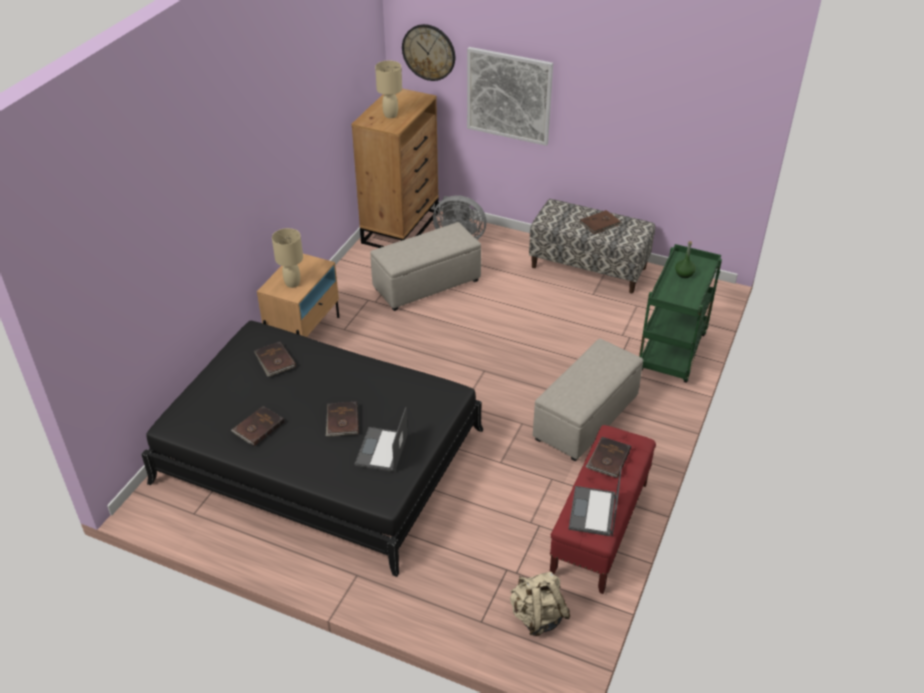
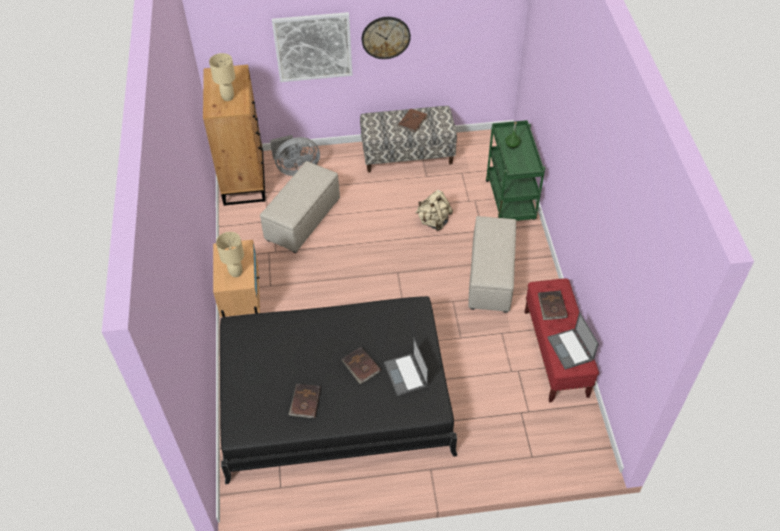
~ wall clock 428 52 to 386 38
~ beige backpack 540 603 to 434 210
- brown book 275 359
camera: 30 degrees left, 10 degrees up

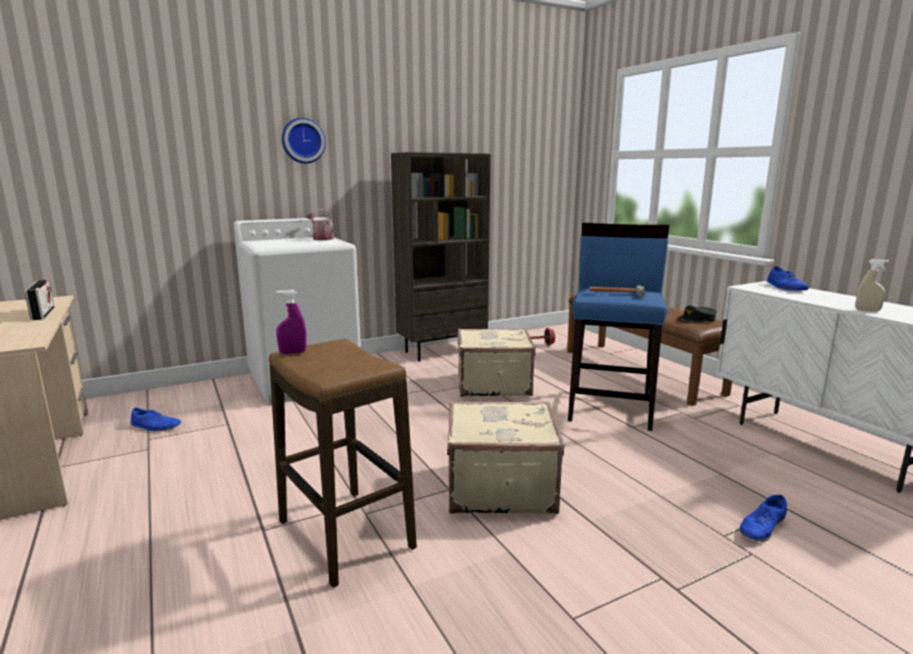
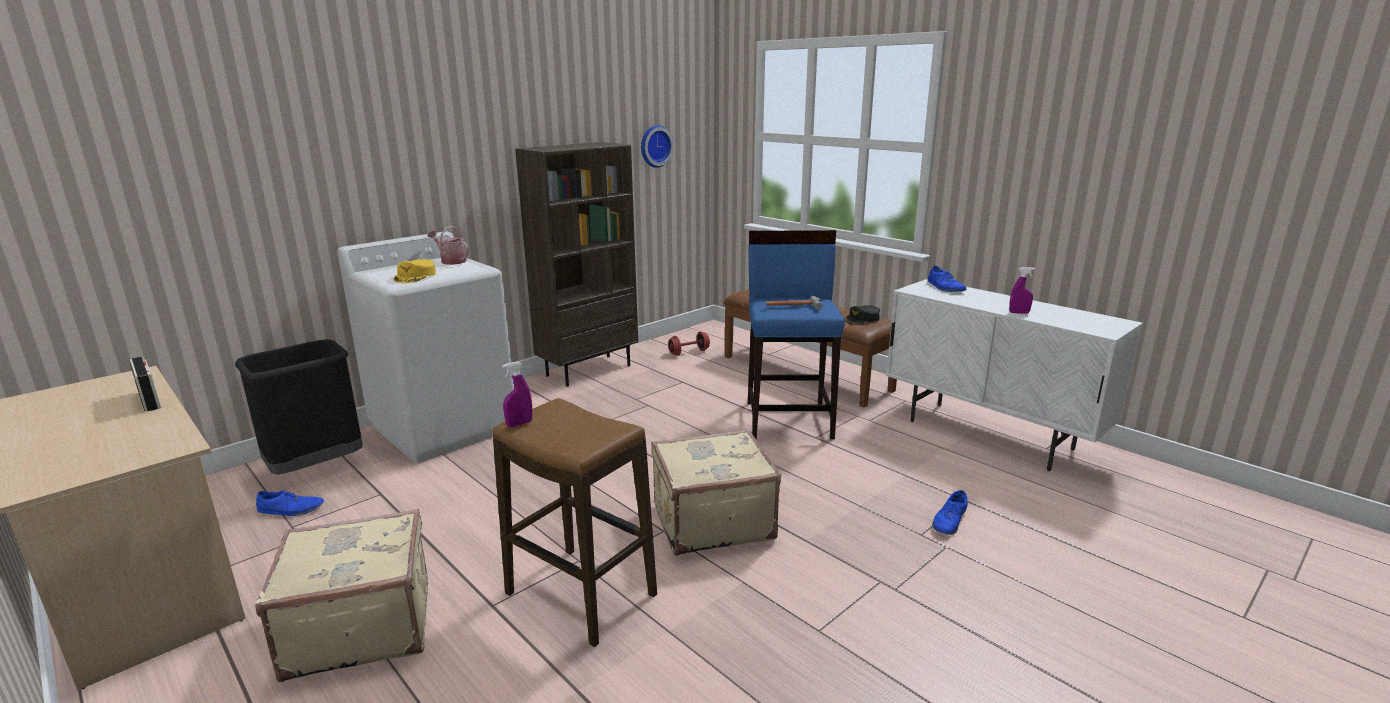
+ black trash can 299 407
~ beige suitcase 496 362 to 341 595
+ yellow cap 414 271
~ wall clock 304 141 to 657 146
~ beige spray bottle 872 285 to purple spray bottle 1022 290
camera: 15 degrees left, 5 degrees up

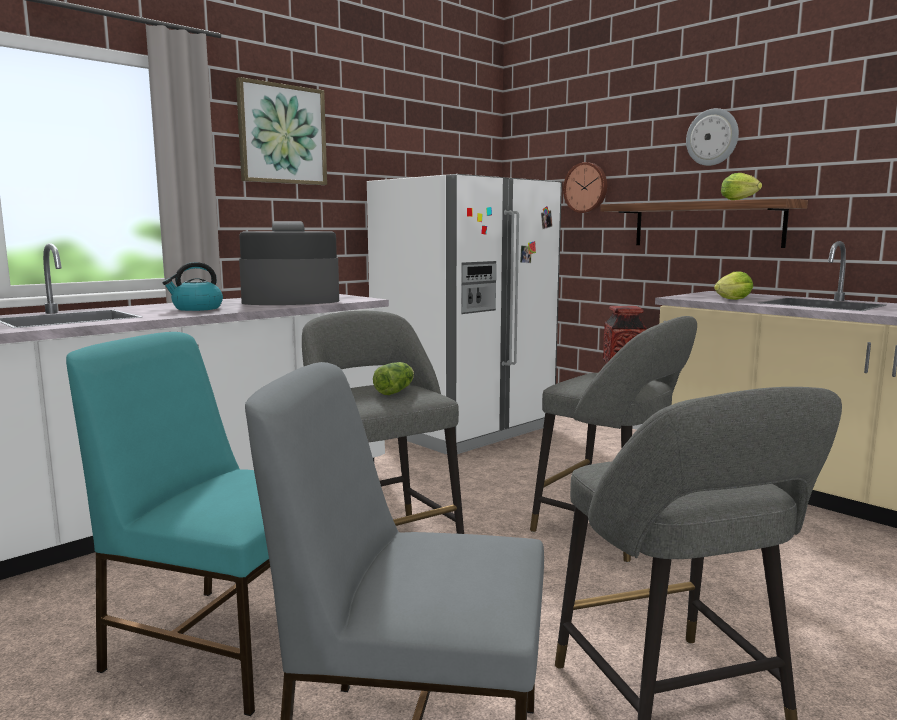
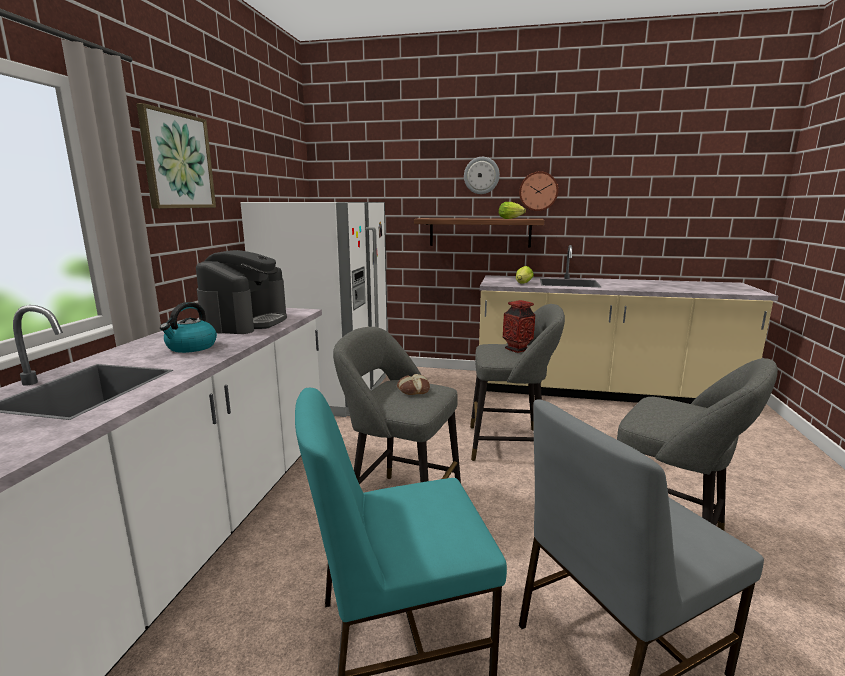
~ coffee machine 289 263 = 241 292 150 degrees clockwise
~ lettuce 393 378 to bread 413 384
~ wall clock 585 187 to 538 191
camera: 35 degrees left, 5 degrees up

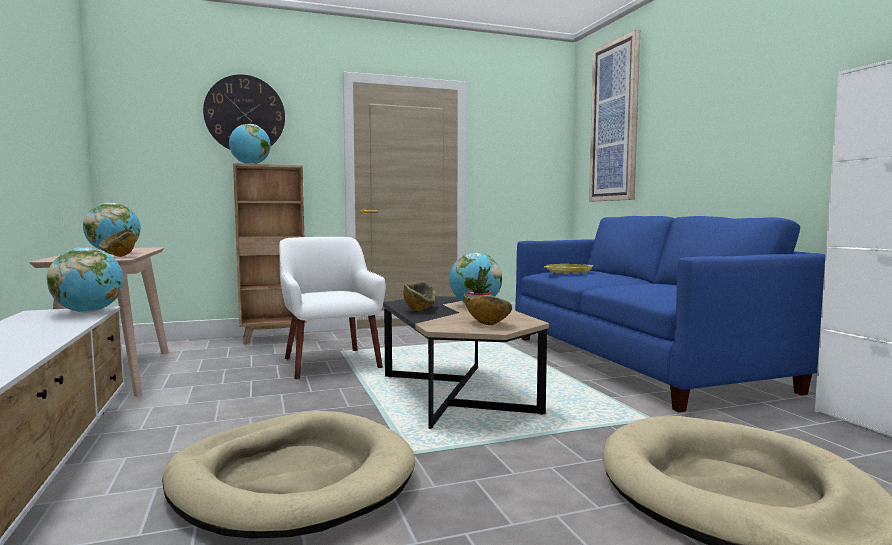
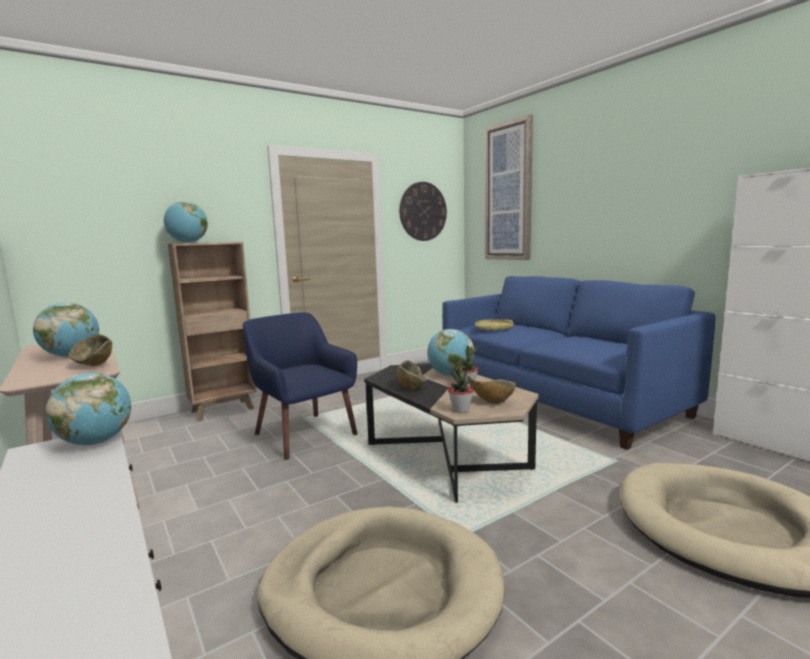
~ white armchair 332 308 to blue armchair 300 386
~ wall clock 244 112 to 423 211
+ potted plant 461 386
camera: 15 degrees left, 5 degrees up

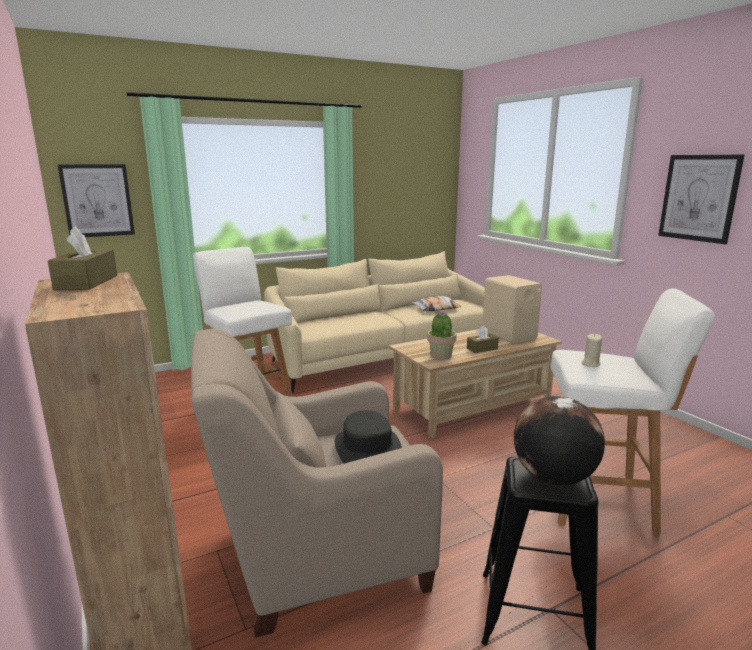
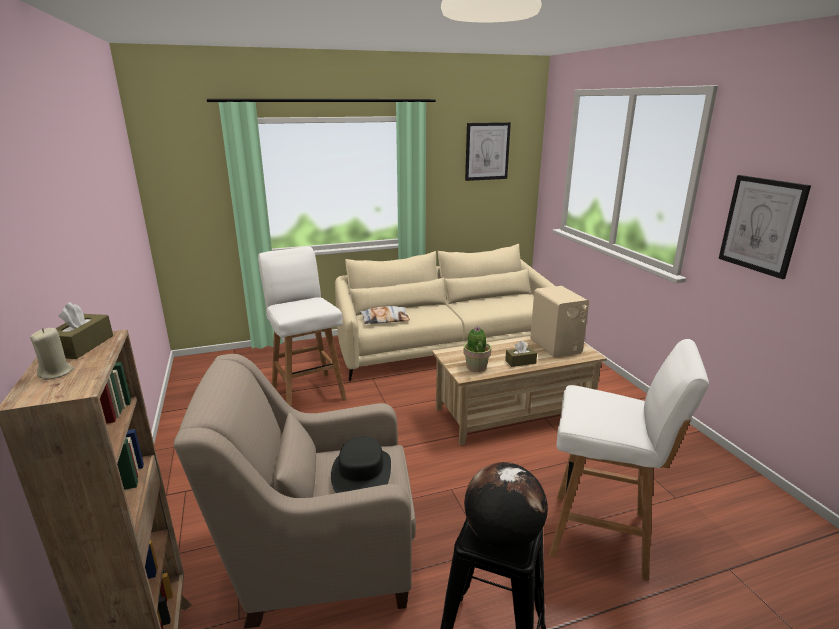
~ beige candle 591 350 to 52 354
~ pillow 436 303 to 385 315
~ picture 96 200 to 488 151
camera: 10 degrees right, 5 degrees up

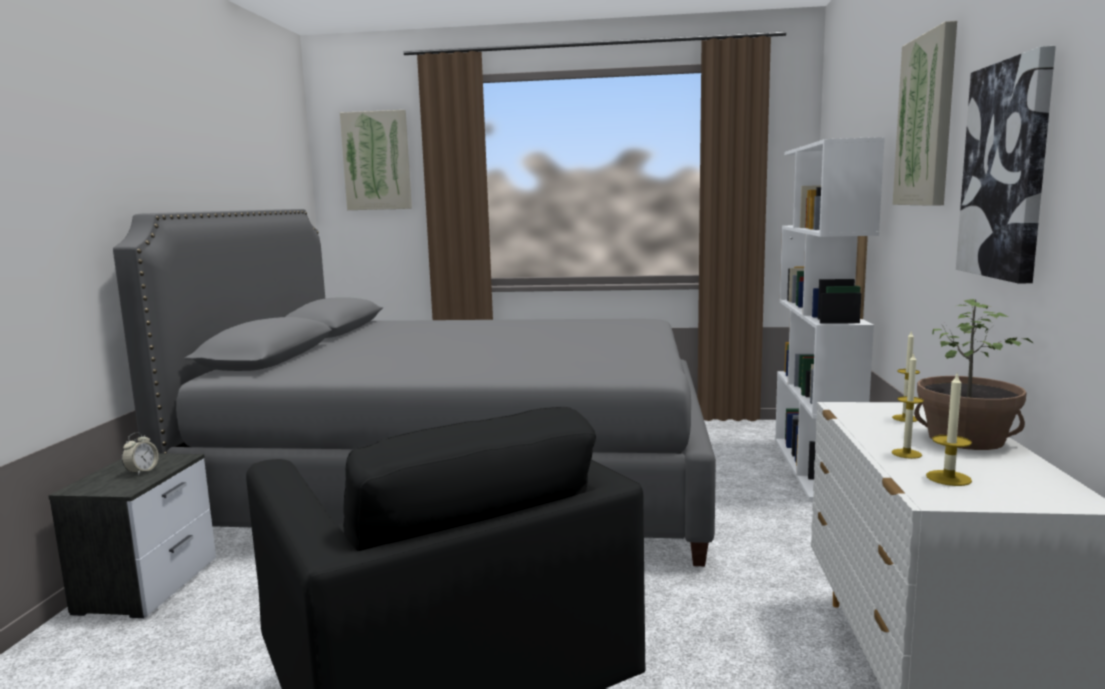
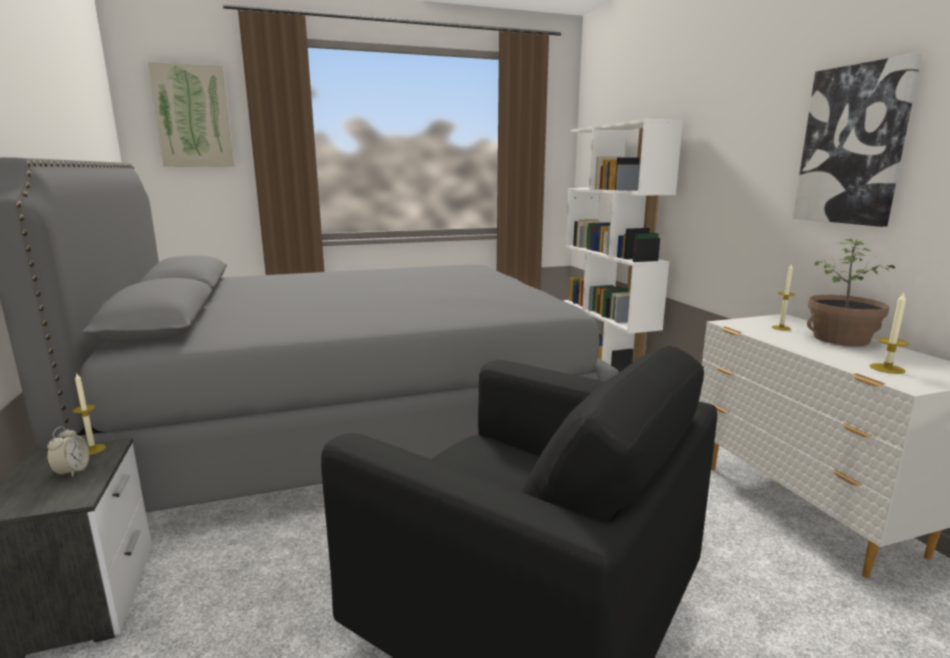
~ candle 908 405 to 89 413
- picture 925 113
camera: 25 degrees left, 5 degrees up

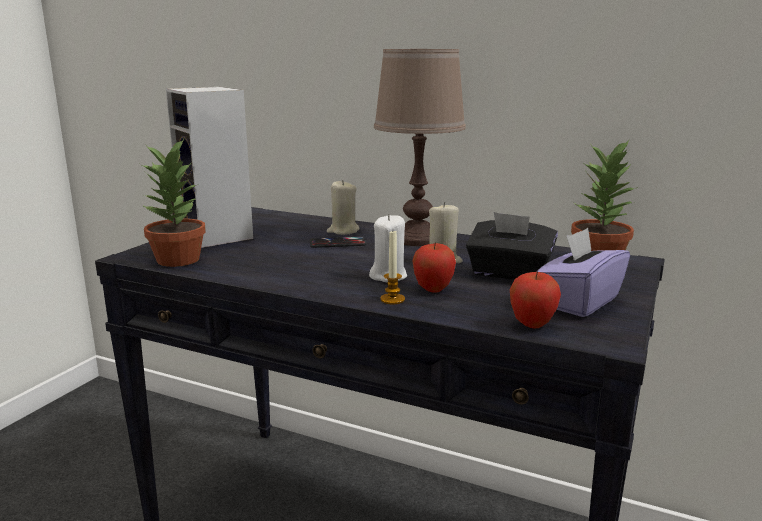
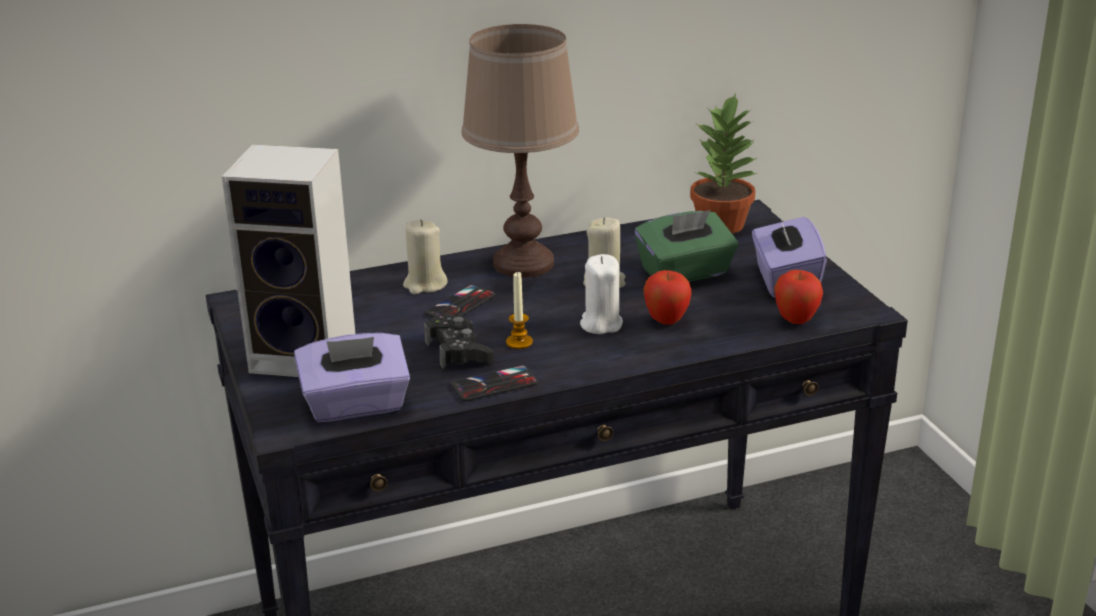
~ potted plant 173 203 to purple tissue box 352 377
+ black game controller 459 341
+ phone 494 383
~ candle 392 267 to 519 310
~ black tissue box 512 246 to green tissue box 686 246
camera: 45 degrees left, 10 degrees up

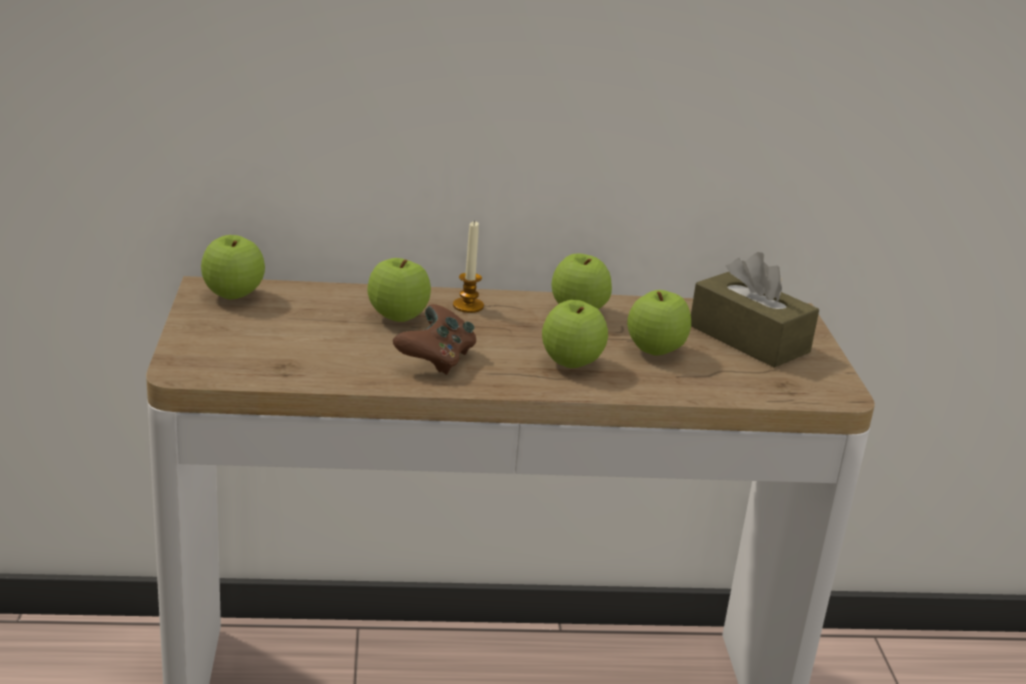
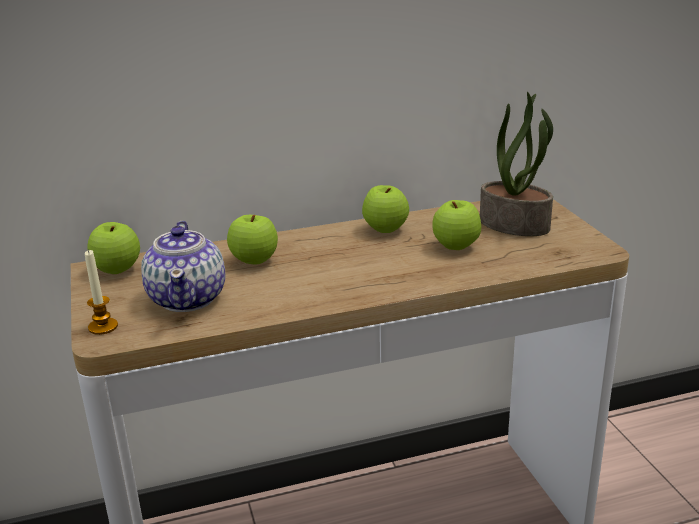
~ candle 468 266 to 101 292
+ teapot 183 266
~ brown tissue box 755 310 to potted plant 516 164
- brown game controller 434 339
- apple 575 334
camera: 10 degrees left, 0 degrees up

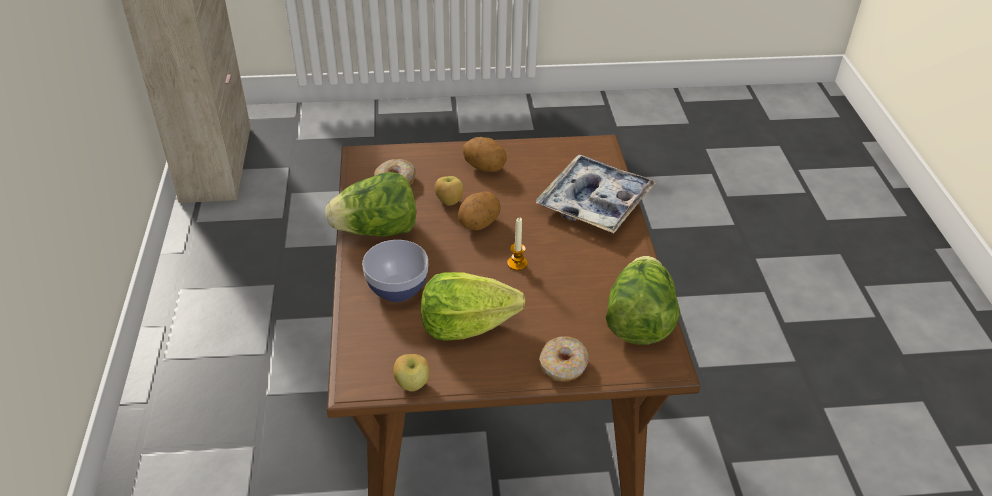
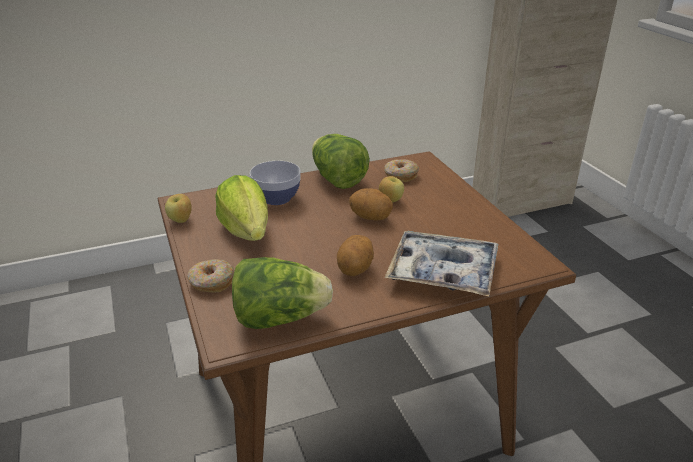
~ potato 485 154 to 355 255
- candle 517 244
camera: 75 degrees right, 10 degrees down

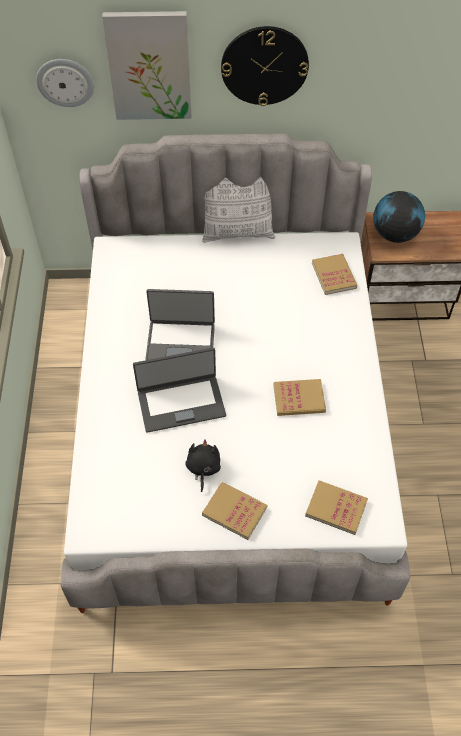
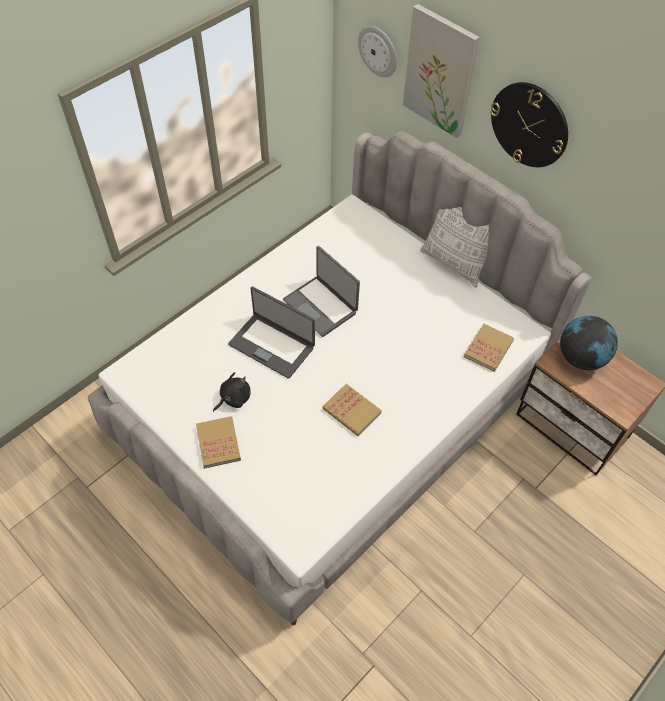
- book 336 507
camera: 45 degrees right, 0 degrees up

